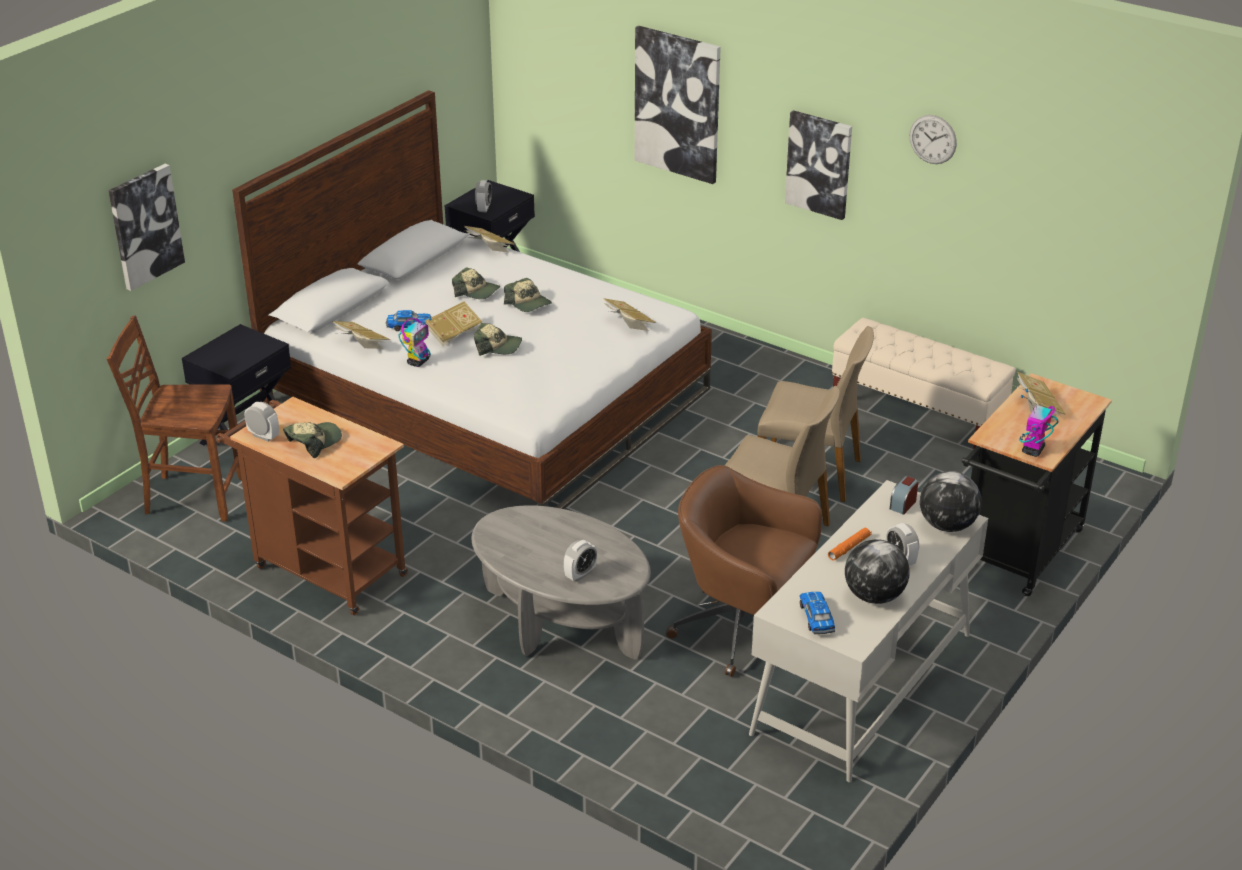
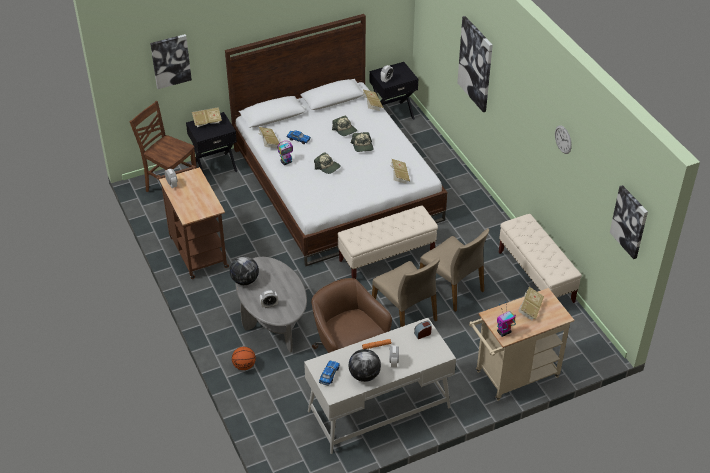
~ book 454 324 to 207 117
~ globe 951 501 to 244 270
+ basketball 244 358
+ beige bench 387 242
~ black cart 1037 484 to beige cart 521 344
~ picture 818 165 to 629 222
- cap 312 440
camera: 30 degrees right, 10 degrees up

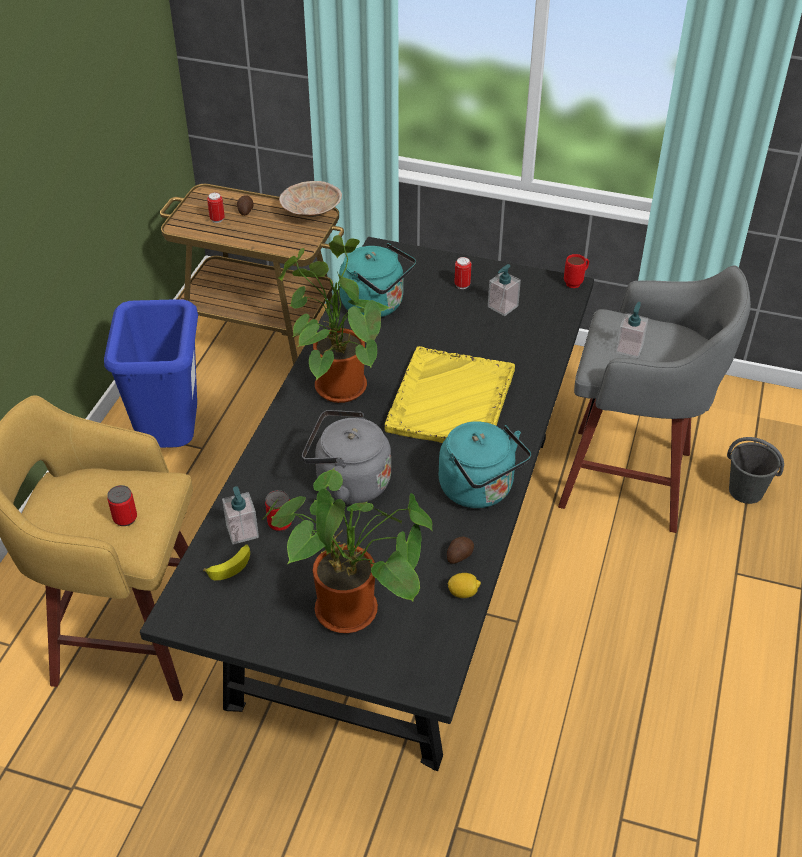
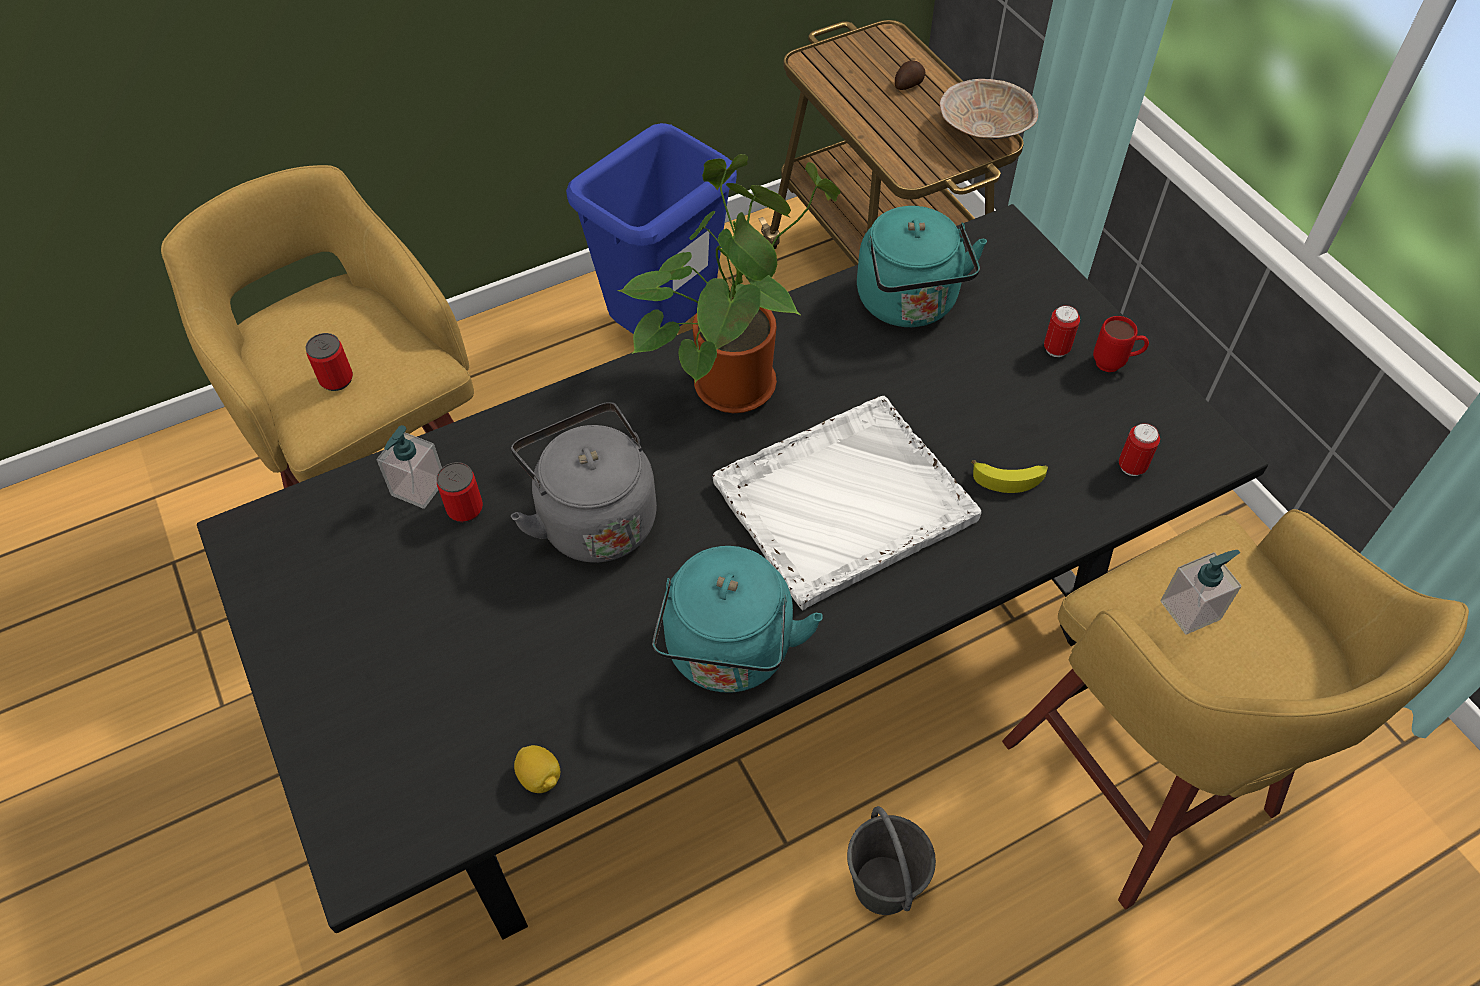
~ yellow tray 450 394 to white tray 847 503
~ grey bucket 755 470 to 891 860
~ banana 226 562 to 1009 476
~ grey stool 654 399 to yellow stool 1235 709
~ red mug 576 271 to 1121 344
~ can 216 207 to 1139 449
- potted plant 347 550
- potato 460 550
- soap dispenser 504 290
camera: 45 degrees right, 10 degrees up

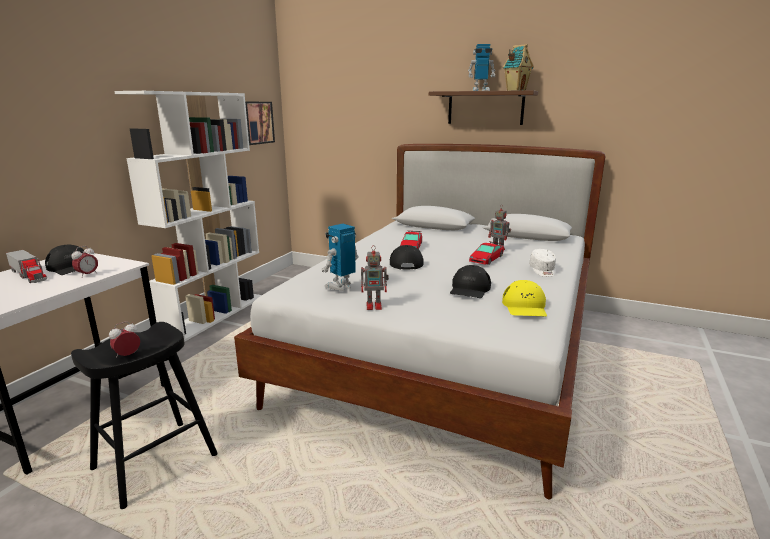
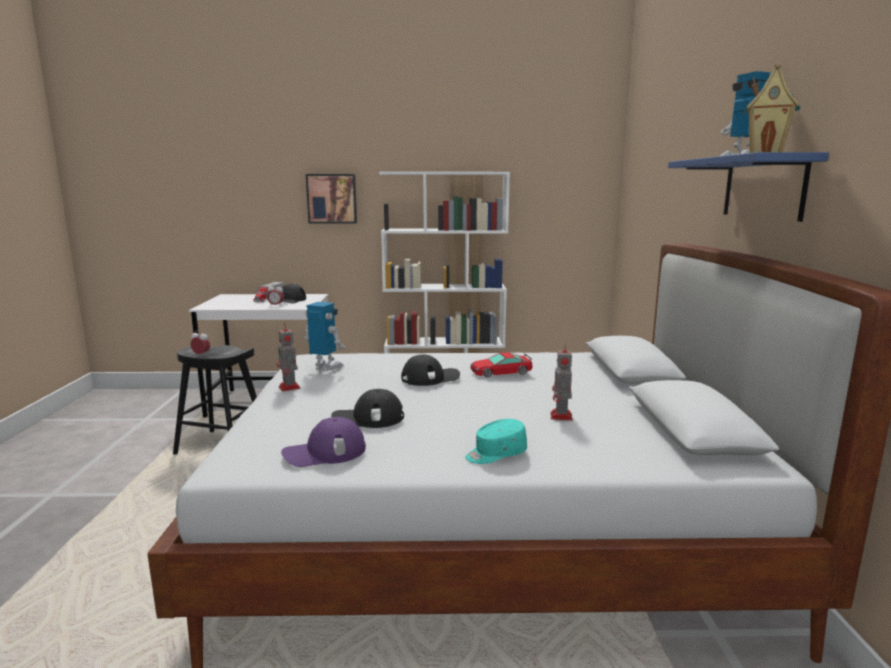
~ yellow cap 524 298 to purple cap 323 442
~ picture 260 123 to 331 198
~ white cap 542 263 to turquoise cap 496 441
~ brown shelf 483 107 to blue shelf 748 187
- toy car 486 253
camera: 65 degrees right, 5 degrees down

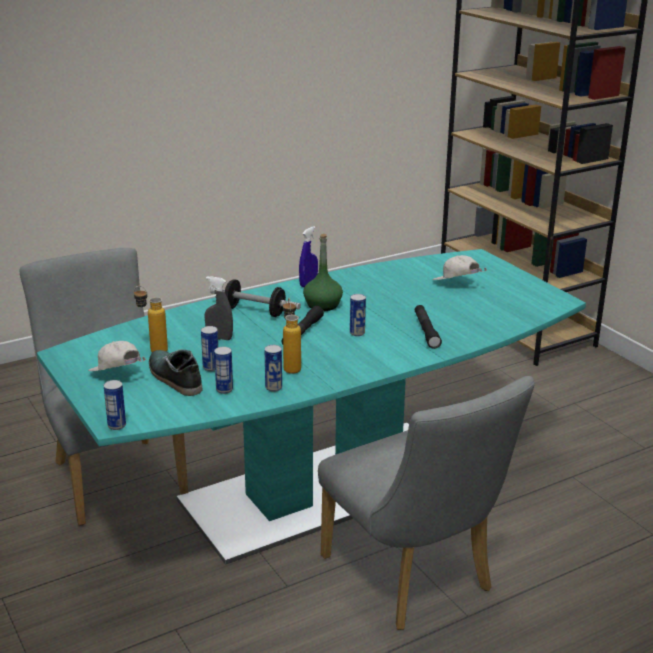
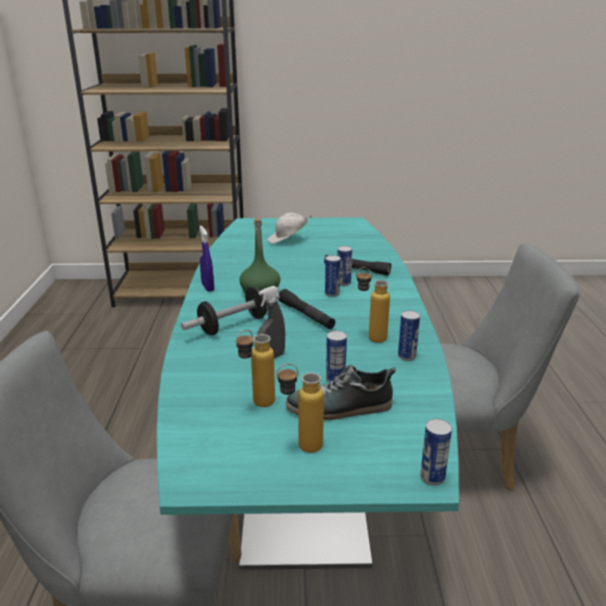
~ white cap 117 356 to bottle 300 408
~ can 223 370 to 344 266
camera: 60 degrees left, 0 degrees up

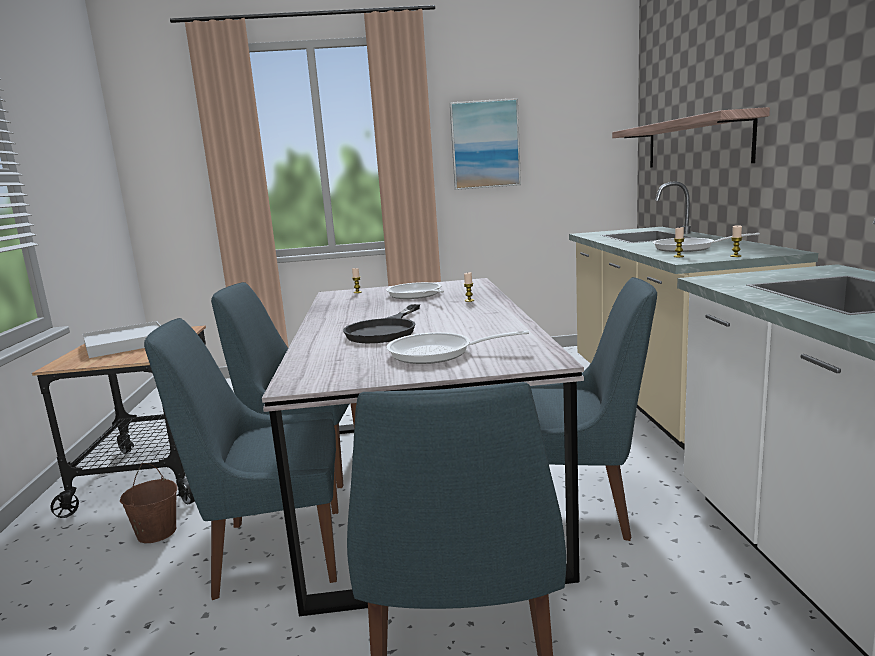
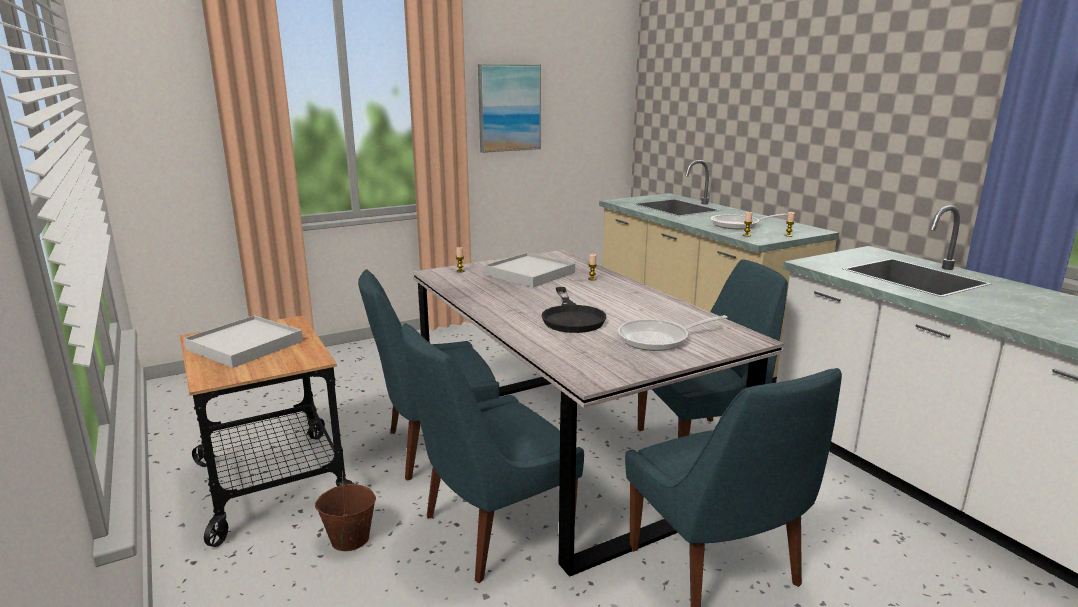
~ frying pan 415 290 to white tray 529 270
- shelf 691 137
camera: 25 degrees left, 5 degrees up

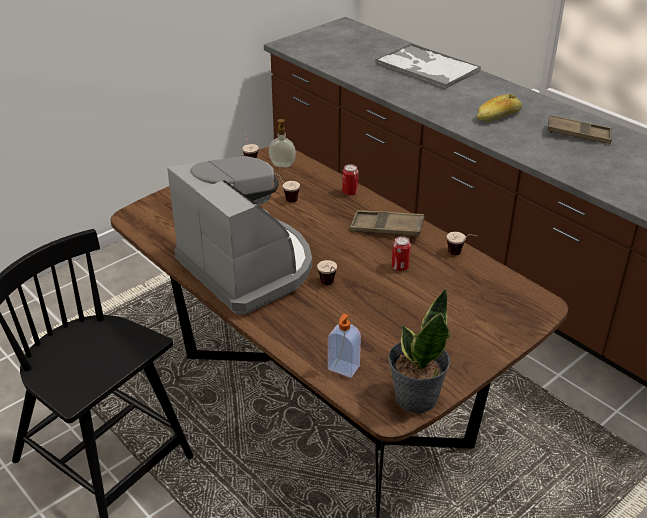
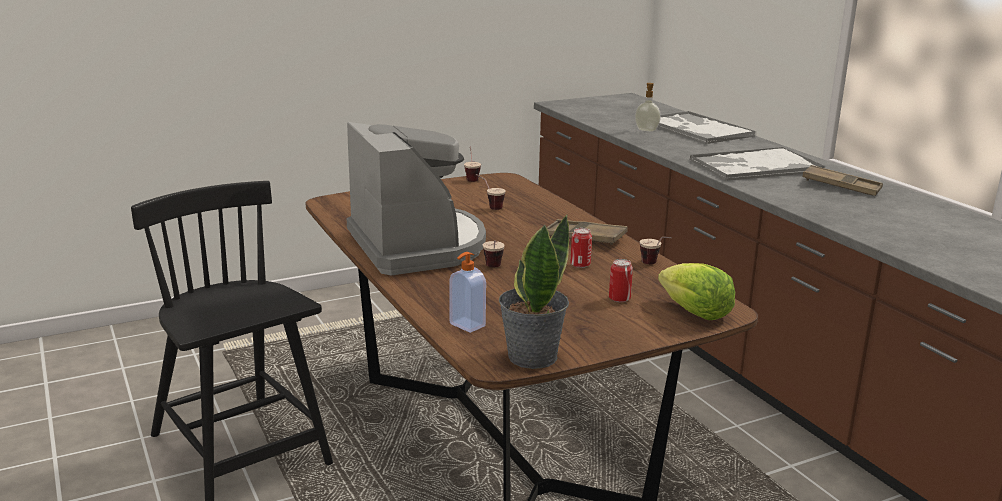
~ can 350 179 to 621 280
~ soap dispenser 282 143 to 648 107
+ lettuce 696 291
~ bread 499 108 to tray 757 164
camera: 15 degrees right, 15 degrees down

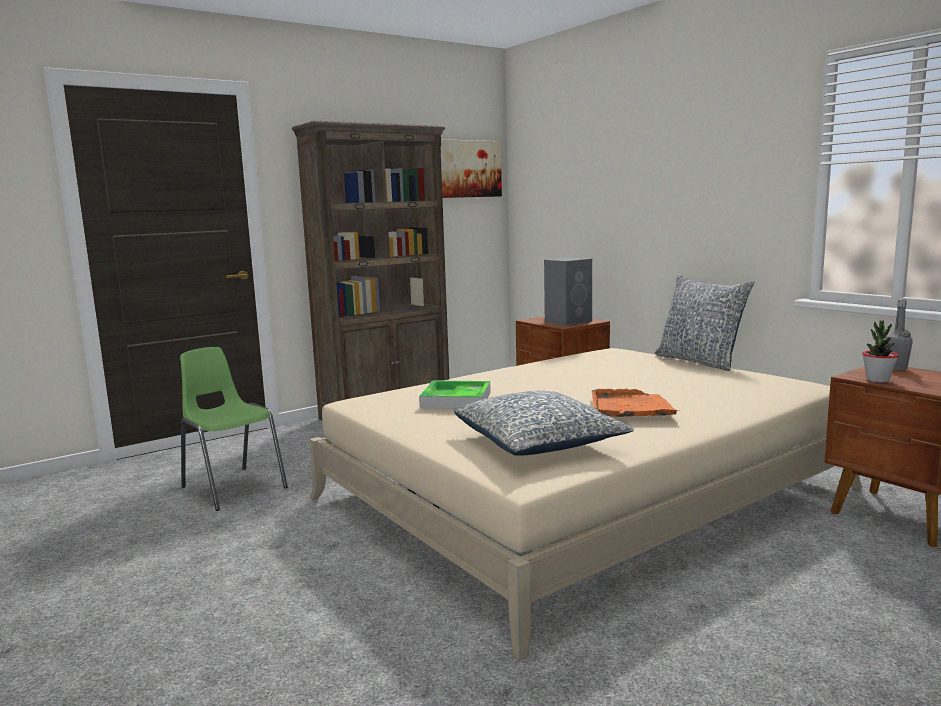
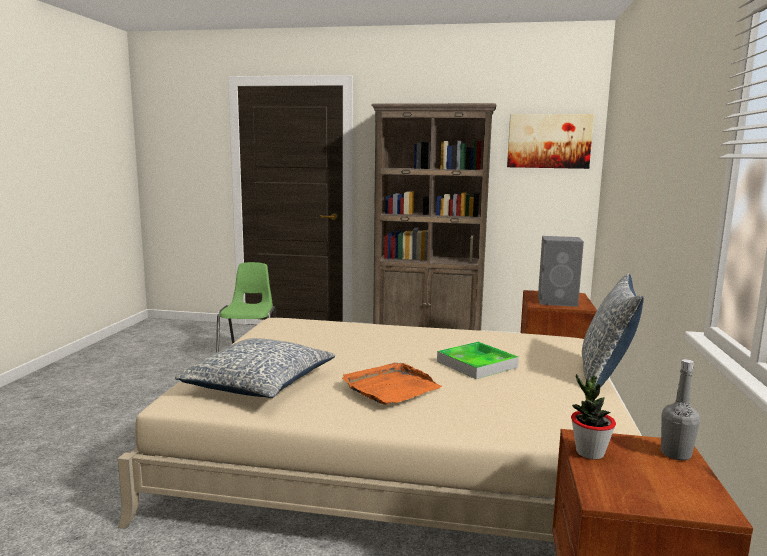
~ tray 455 394 to 478 360
camera: 45 degrees right, 0 degrees up

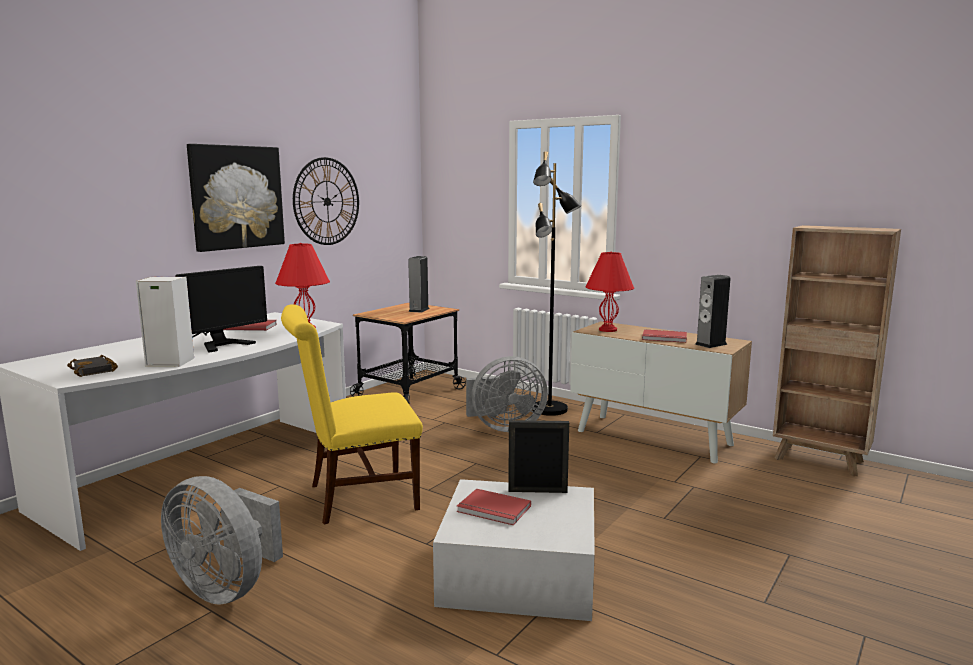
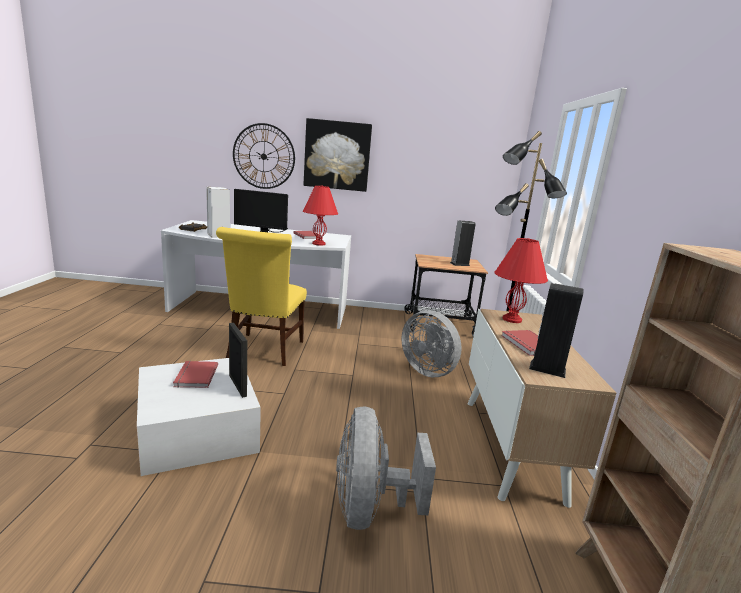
~ yellow chair 352 414 = 261 296 120 degrees counterclockwise
~ wall clock 326 201 to 264 156
~ grey fan 222 540 to 386 468
camera: 55 degrees right, 5 degrees up

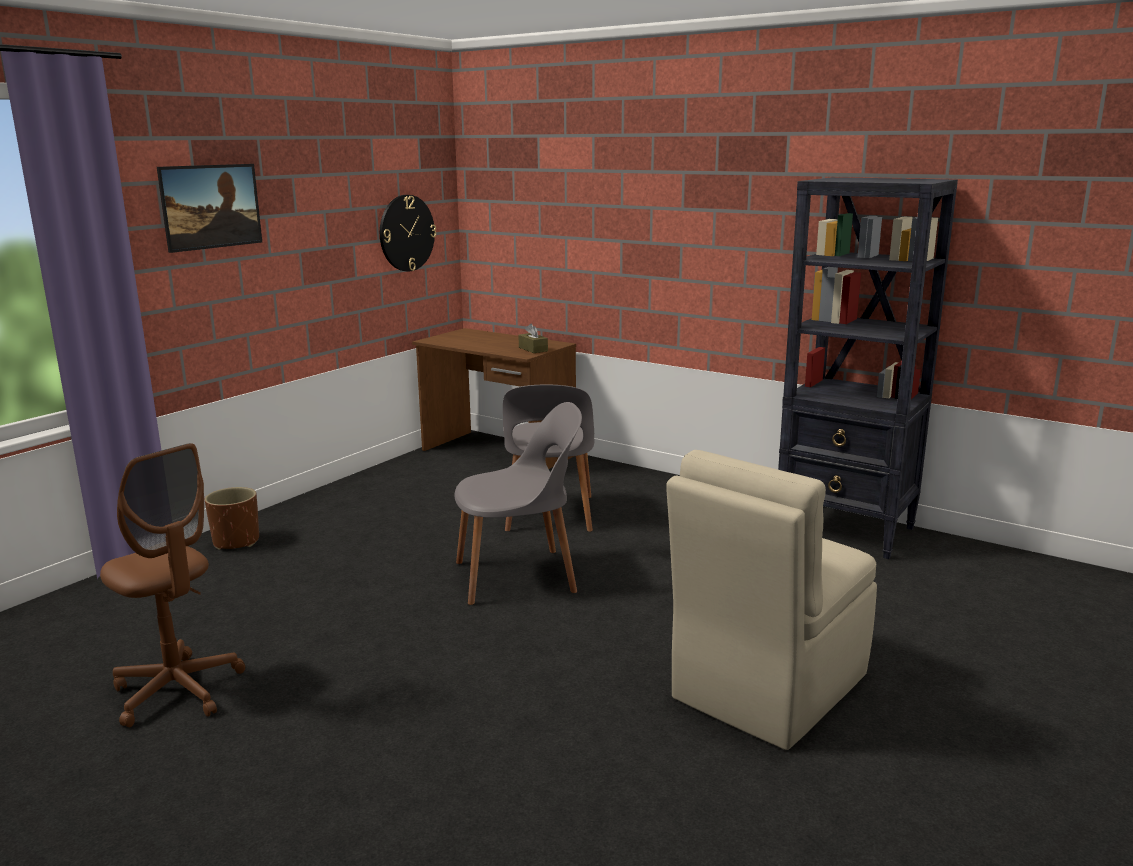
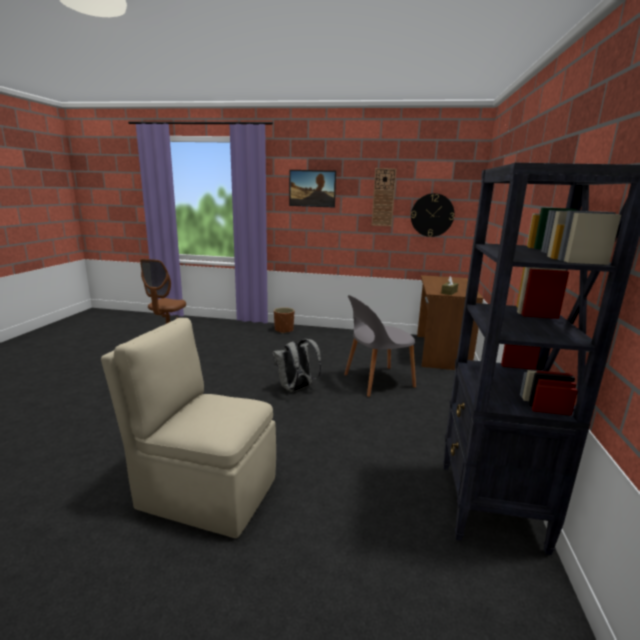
~ grey chair 518 503 to grey backpack 297 365
+ wall clock 384 197
camera: 65 degrees right, 0 degrees up

